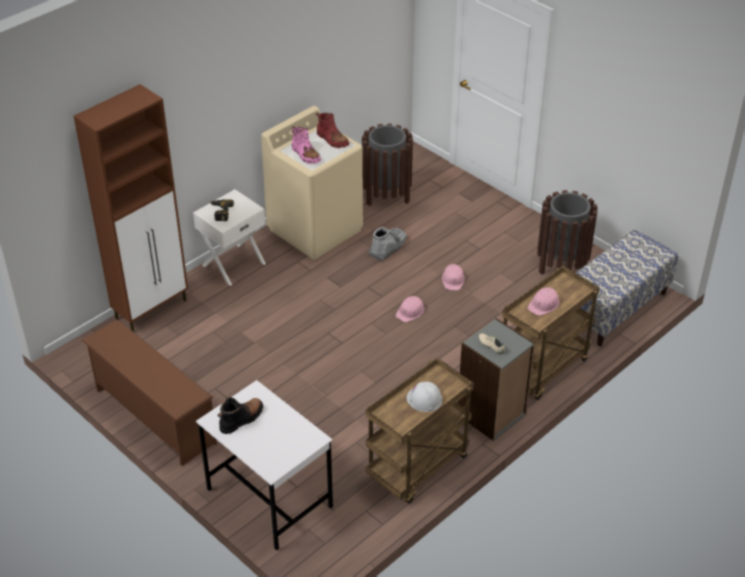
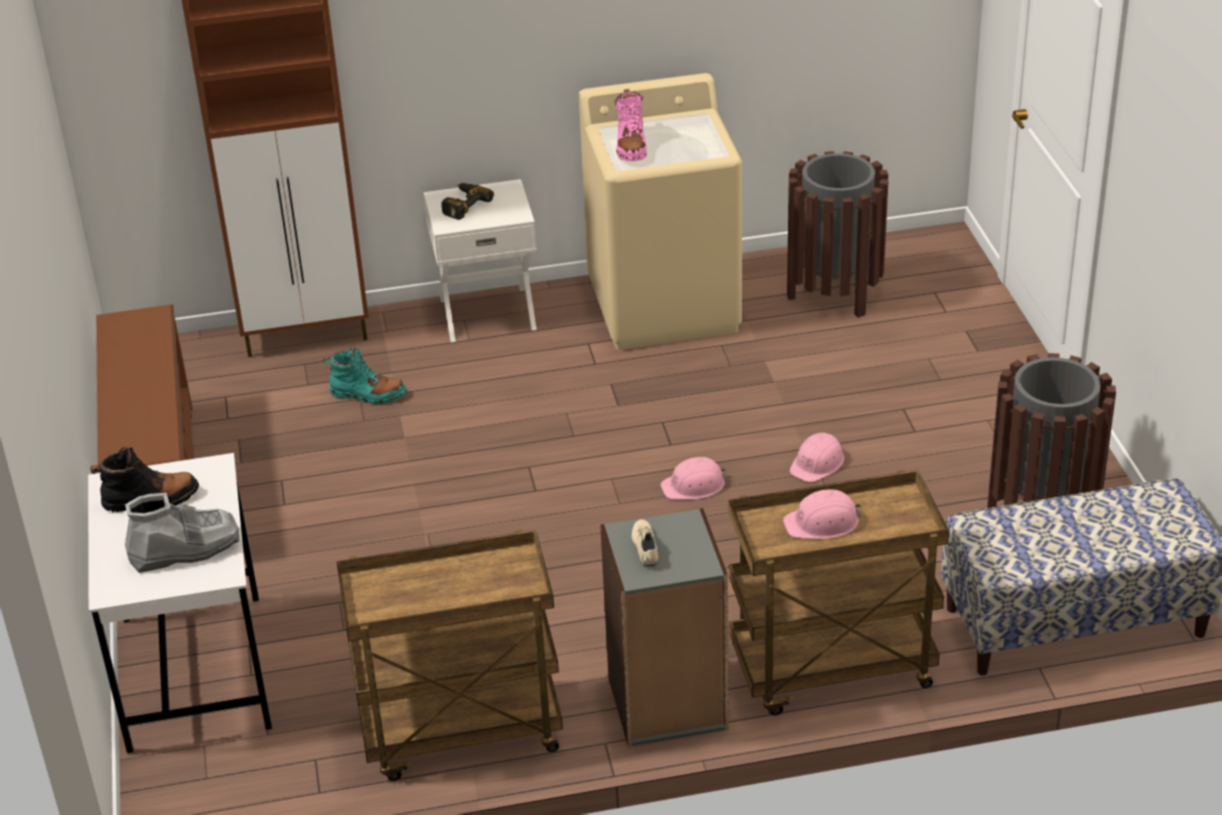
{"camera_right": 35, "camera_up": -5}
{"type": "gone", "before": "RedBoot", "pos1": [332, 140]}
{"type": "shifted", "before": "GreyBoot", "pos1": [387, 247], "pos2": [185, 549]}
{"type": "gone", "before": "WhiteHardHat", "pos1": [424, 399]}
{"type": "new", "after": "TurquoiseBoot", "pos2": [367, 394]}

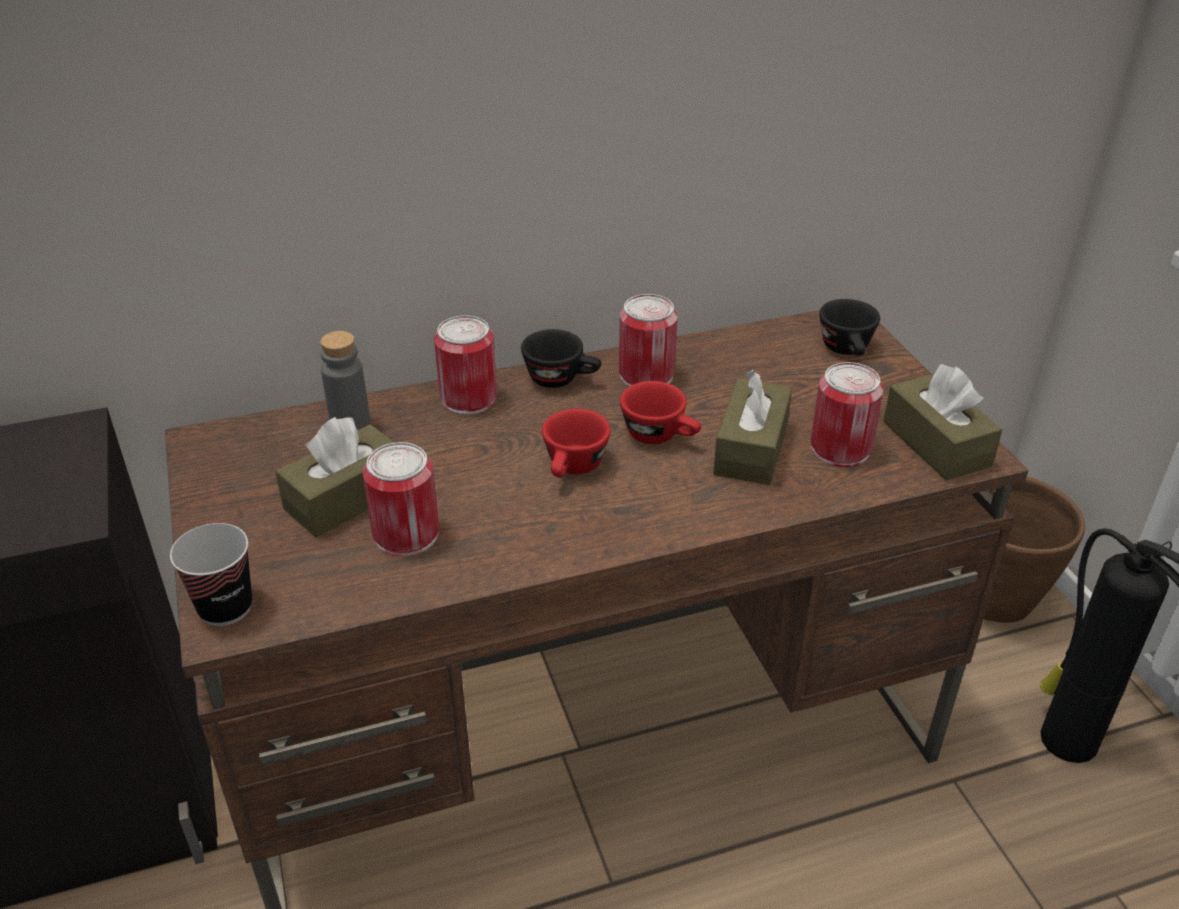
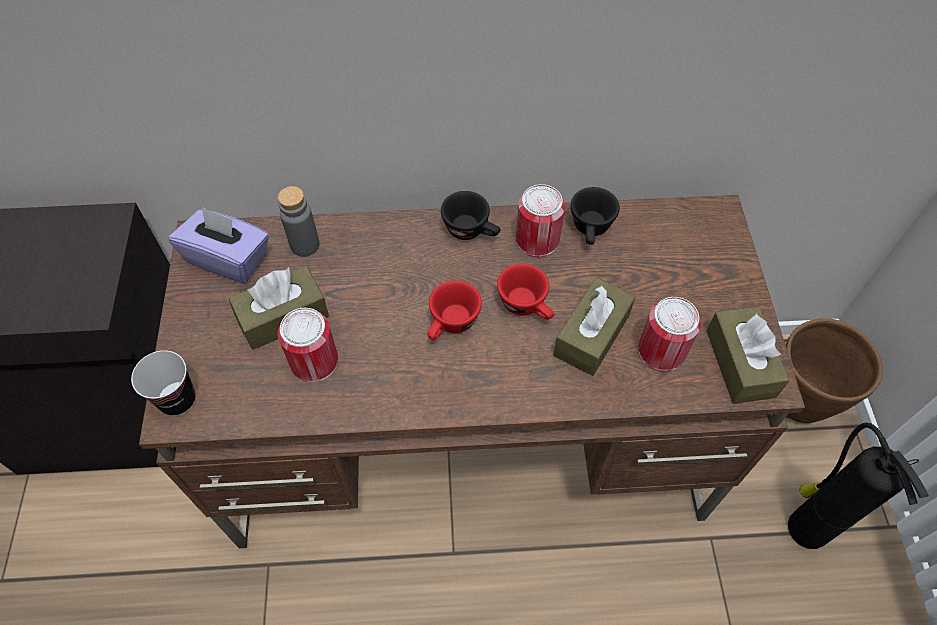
{"camera_right": 15, "camera_up": 20}
{"type": "gone", "before": "Can", "pos1": [468, 398]}
{"type": "shifted", "before": "BlackCup", "pos1": [848, 351], "pos2": [591, 230]}
{"type": "new", "after": "PurpleTissueBox", "pos2": [229, 259]}

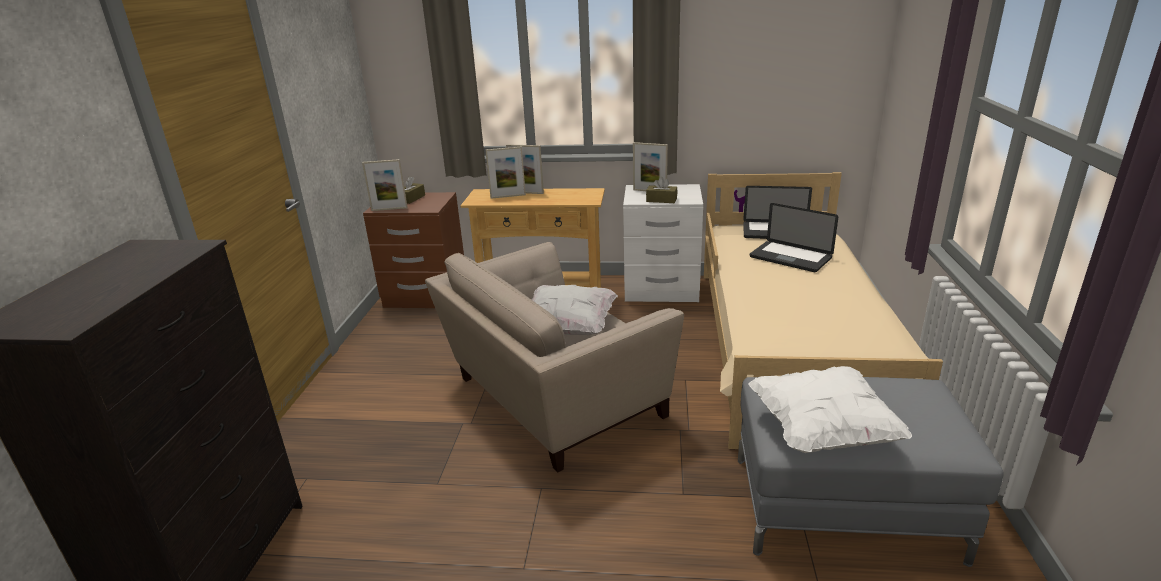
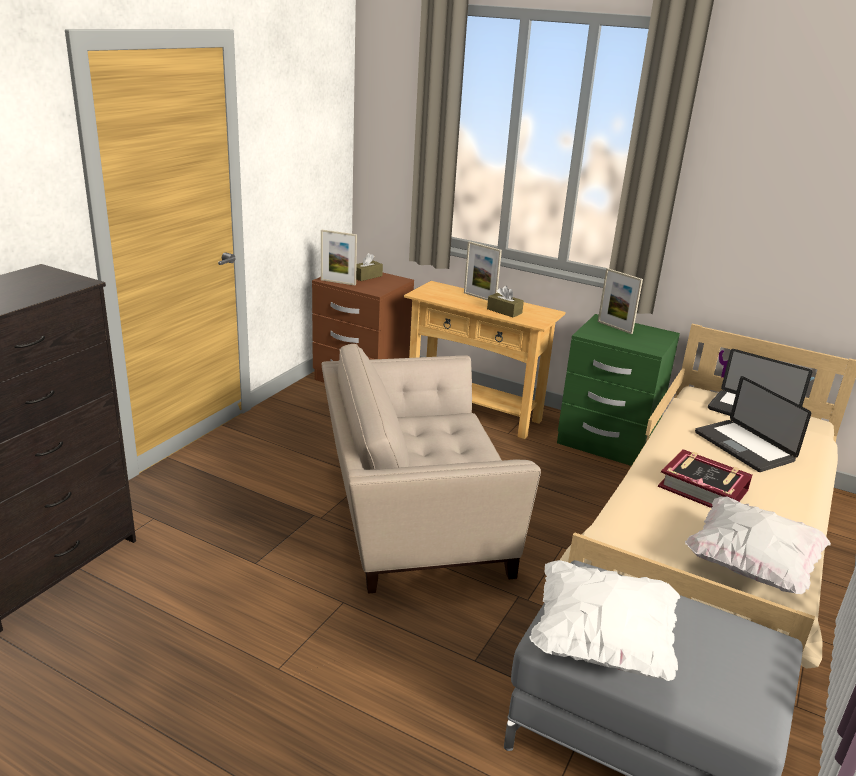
{"camera_right": 20, "camera_up": 0}
{"type": "gone", "before": "PictureFrame", "pos1": [508, 196]}
{"type": "shifted", "before": "WhitePillow", "pos1": [568, 328], "pos2": [750, 566]}
{"type": "repainted", "before": "WhiteNightstand", "after": "GreenNightstand", "pos1": [661, 290], "pos2": [606, 442]}
{"type": "shifted", "before": "BrownTissueBox", "pos1": [661, 200], "pos2": [504, 311]}
{"type": "new", "after": "Book", "pos2": [703, 488]}

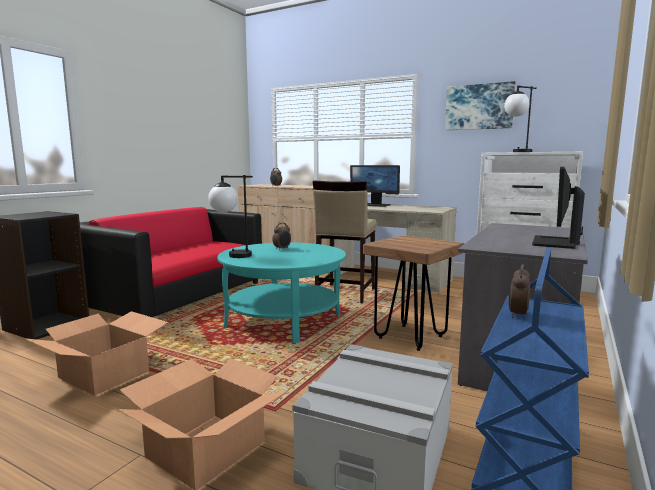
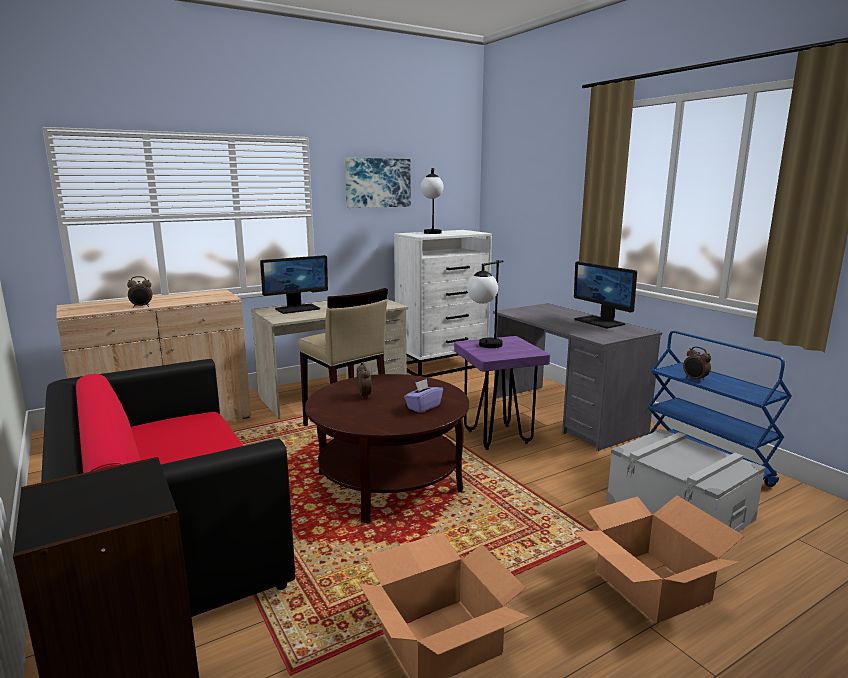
{"camera_right": -60, "camera_up": 5}
{"type": "shifted", "before": "TableLamp", "pos1": [231, 255], "pos2": [485, 347]}
{"type": "repainted", "before": "TurquoiseCoffeeTable", "after": "BrownCoffeeTable", "pos1": [283, 321], "pos2": [389, 482]}
{"type": "repainted", "before": "BrownStool", "after": "PurpleStool", "pos1": [410, 337], "pos2": [497, 437]}
{"type": "new", "after": "PurpleTissueBox", "pos2": [423, 407]}

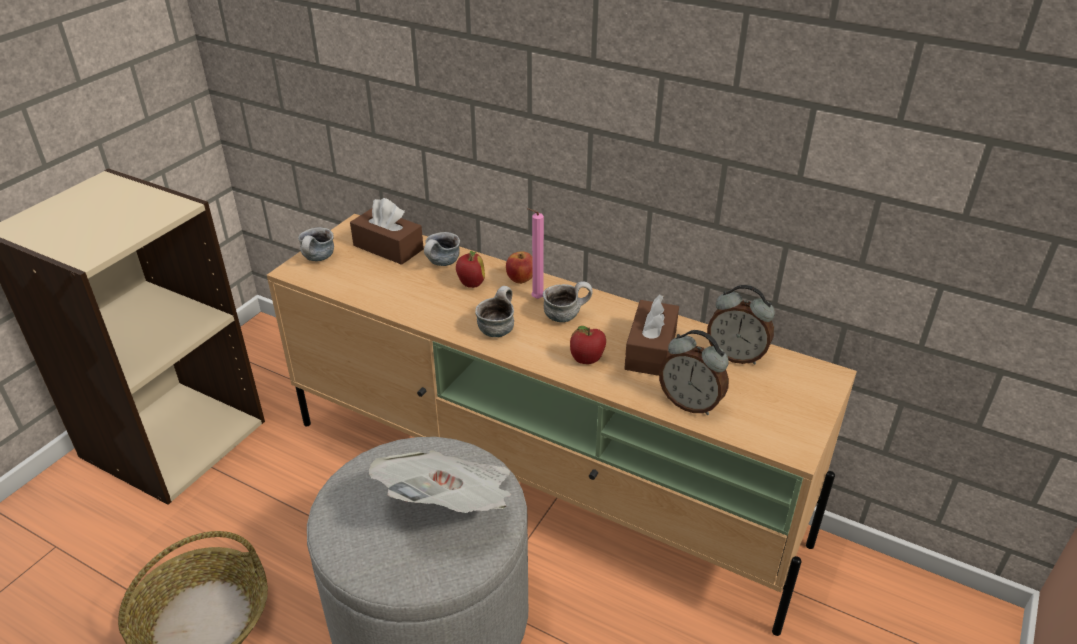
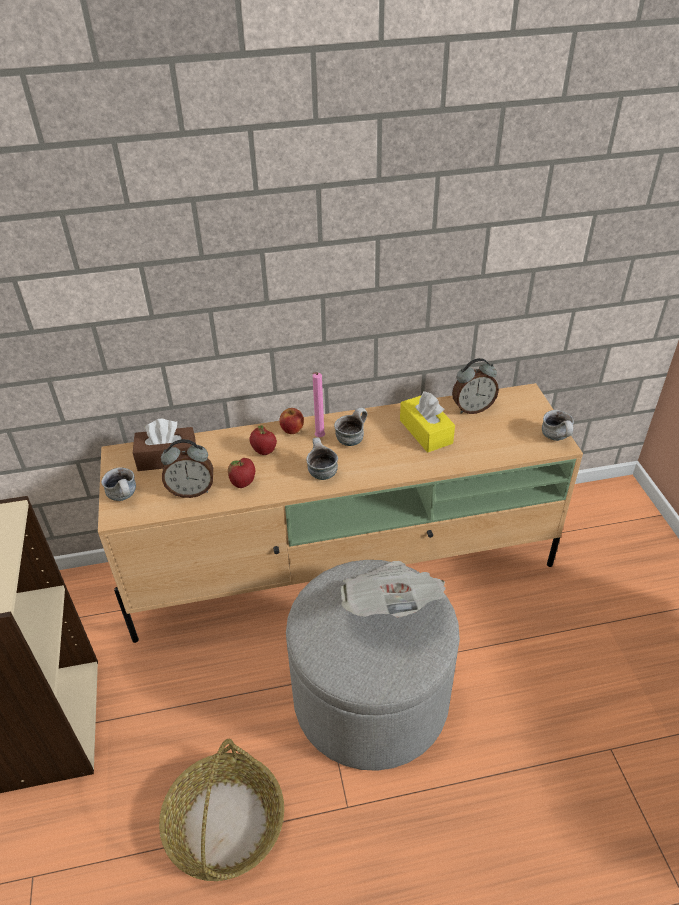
{"camera_right": -40, "camera_up": 5}
{"type": "shifted", "before": "Mug", "pos1": [442, 264], "pos2": [557, 438]}
{"type": "shifted", "before": "Apple", "pos1": [587, 361], "pos2": [243, 484]}
{"type": "repainted", "before": "BrownTissueBox", "after": "YellowTissueBox", "pos1": [650, 350], "pos2": [425, 432]}
{"type": "shifted", "before": "AlarmClock", "pos1": [690, 403], "pos2": [191, 491]}

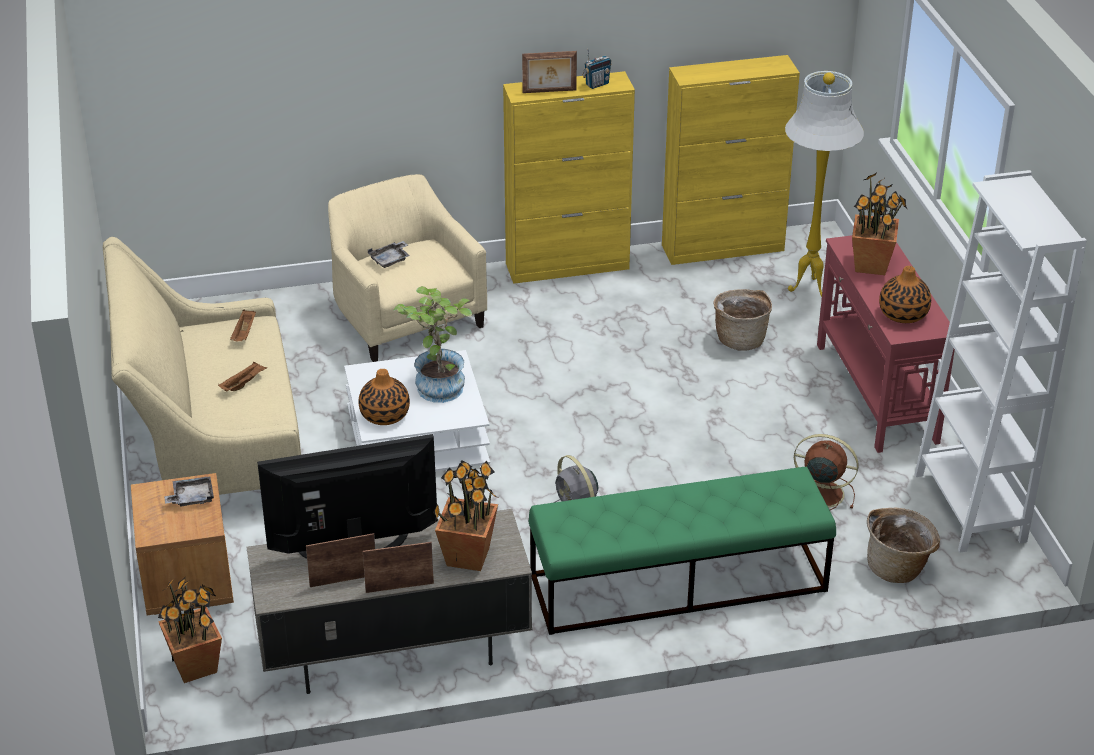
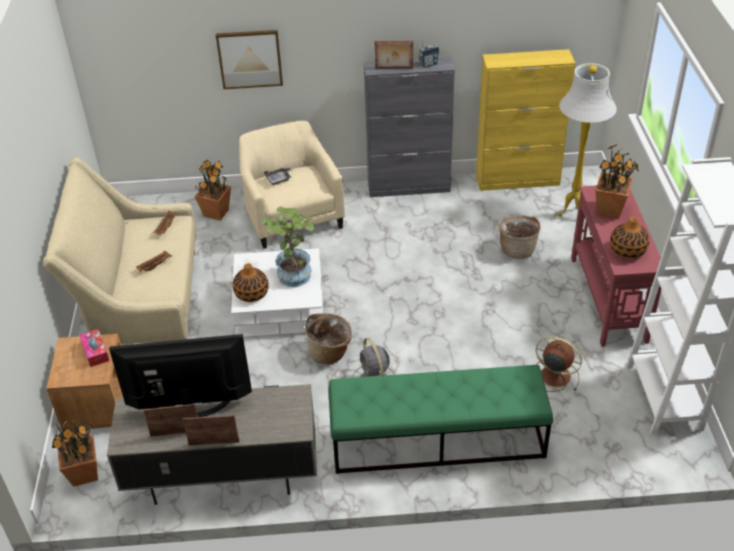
{"camera_right": 10, "camera_up": 5}
{"type": "swapped", "before": "GreyTray", "after": "TissueBox", "pos1": [191, 497], "pos2": [95, 352]}
{"type": "shifted", "before": "PottedPlant", "pos1": [467, 556], "pos2": [216, 212]}
{"type": "repainted", "before": "YellowCabinet", "after": "GreyCabinet", "pos1": [568, 266], "pos2": [409, 187]}
{"type": "shifted", "before": "Basket", "pos1": [898, 567], "pos2": [330, 353]}
{"type": "new", "after": "Picture", "pos2": [250, 59]}

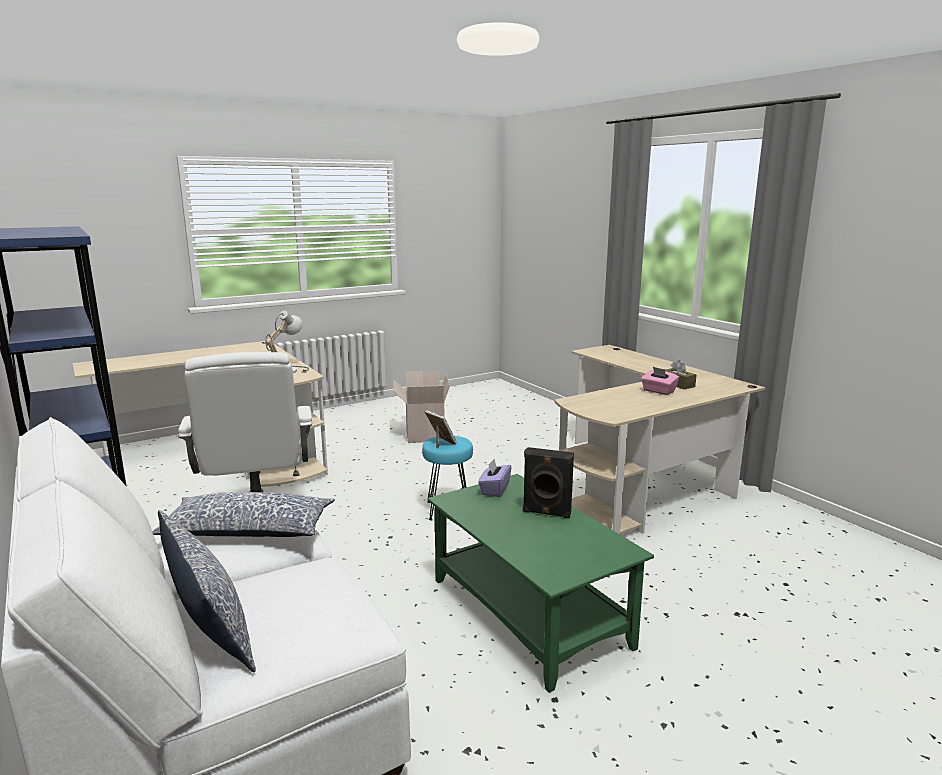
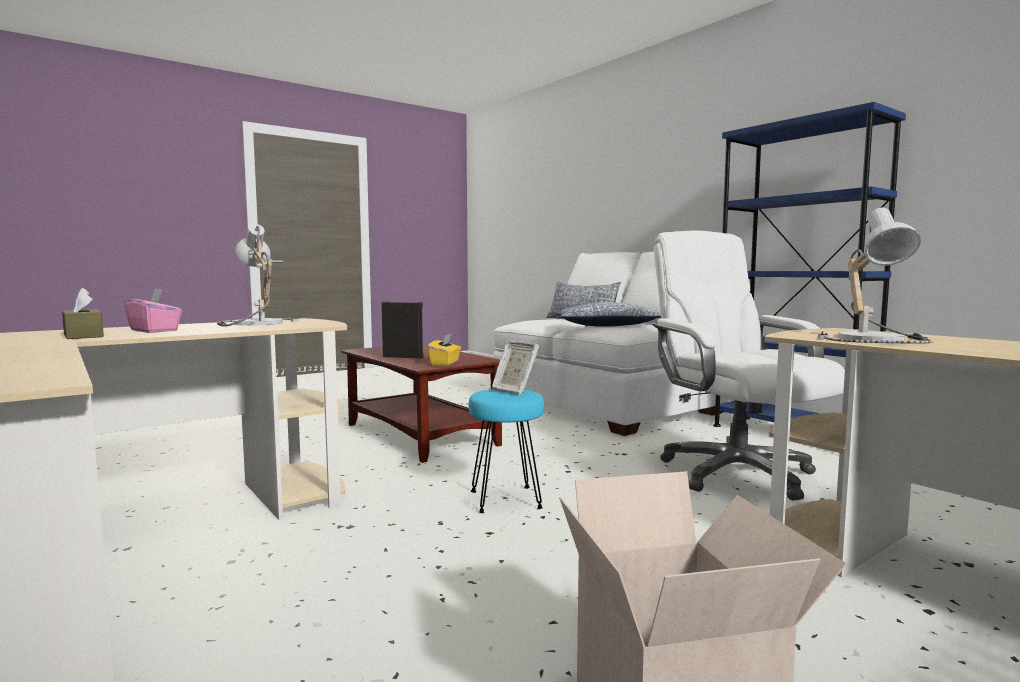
{"camera_right": 175, "camera_up": -10}
{"type": "repainted", "before": "GreenCoffeeTable", "after": "BrownCoffeeTable", "pos1": [527, 611], "pos2": [421, 435]}
{"type": "repainted", "before": "PurpleTissueBox", "after": "YellowTissueBox", "pos1": [494, 490], "pos2": [445, 363]}
{"type": "new", "after": "TableLamp", "pos2": [253, 323]}

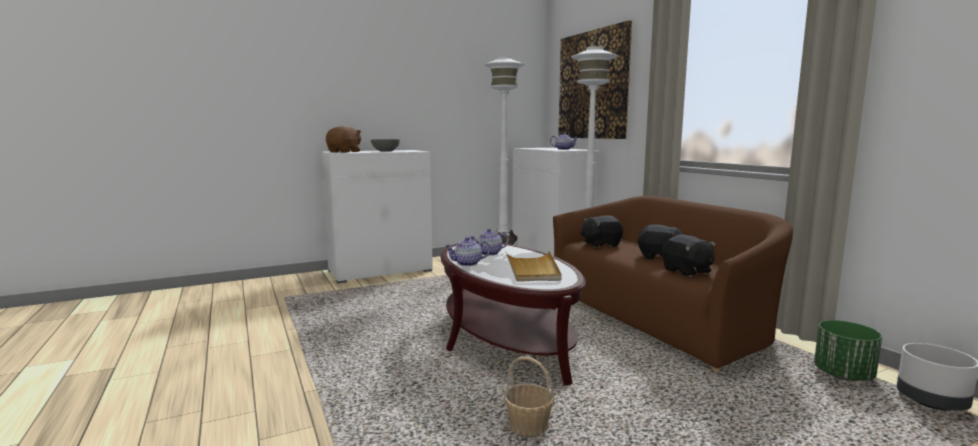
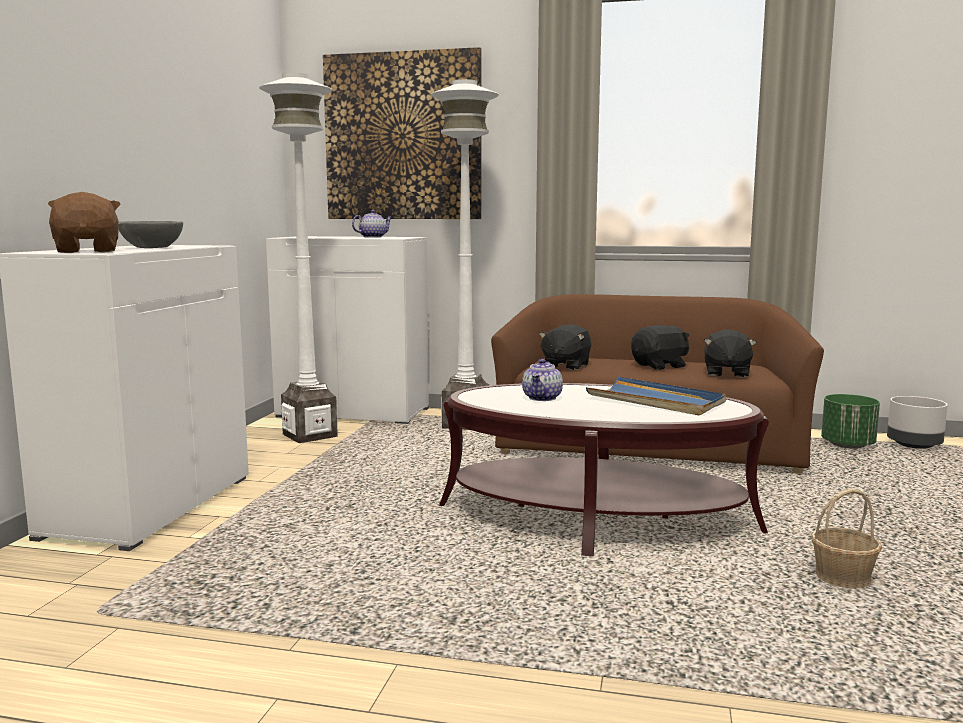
{"camera_right": -50, "camera_up": 0}
{"type": "gone", "before": "Teapot", "pos1": [467, 263]}
{"type": "repainted", "before": "BeigeTray", "after": "BlueTray", "pos1": [532, 269], "pos2": [656, 401]}
{"type": "rotated", "before": "BlackPlushToy", "pos1": [687, 271], "pos2": [726, 373], "turn": 90}

